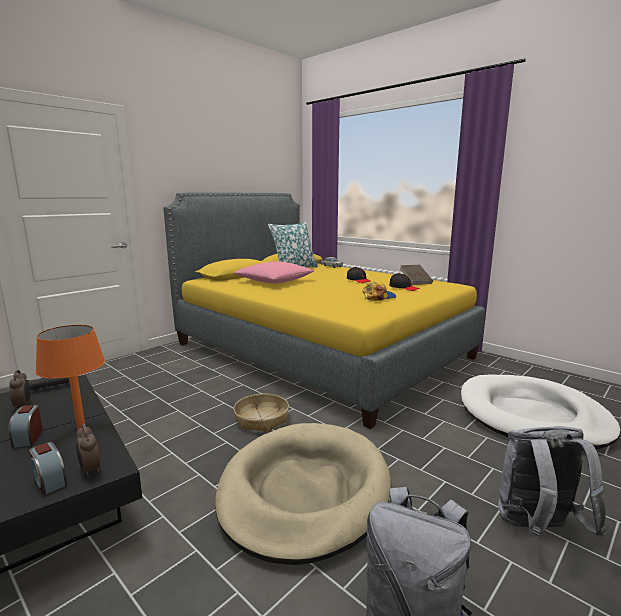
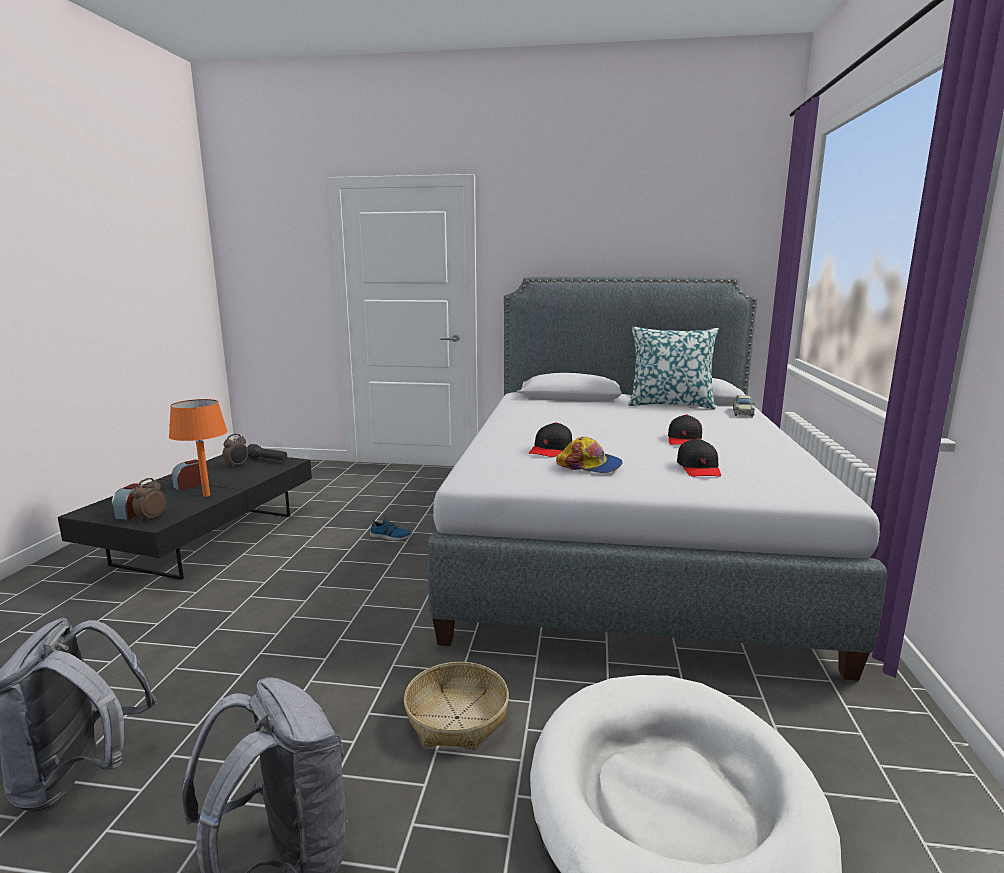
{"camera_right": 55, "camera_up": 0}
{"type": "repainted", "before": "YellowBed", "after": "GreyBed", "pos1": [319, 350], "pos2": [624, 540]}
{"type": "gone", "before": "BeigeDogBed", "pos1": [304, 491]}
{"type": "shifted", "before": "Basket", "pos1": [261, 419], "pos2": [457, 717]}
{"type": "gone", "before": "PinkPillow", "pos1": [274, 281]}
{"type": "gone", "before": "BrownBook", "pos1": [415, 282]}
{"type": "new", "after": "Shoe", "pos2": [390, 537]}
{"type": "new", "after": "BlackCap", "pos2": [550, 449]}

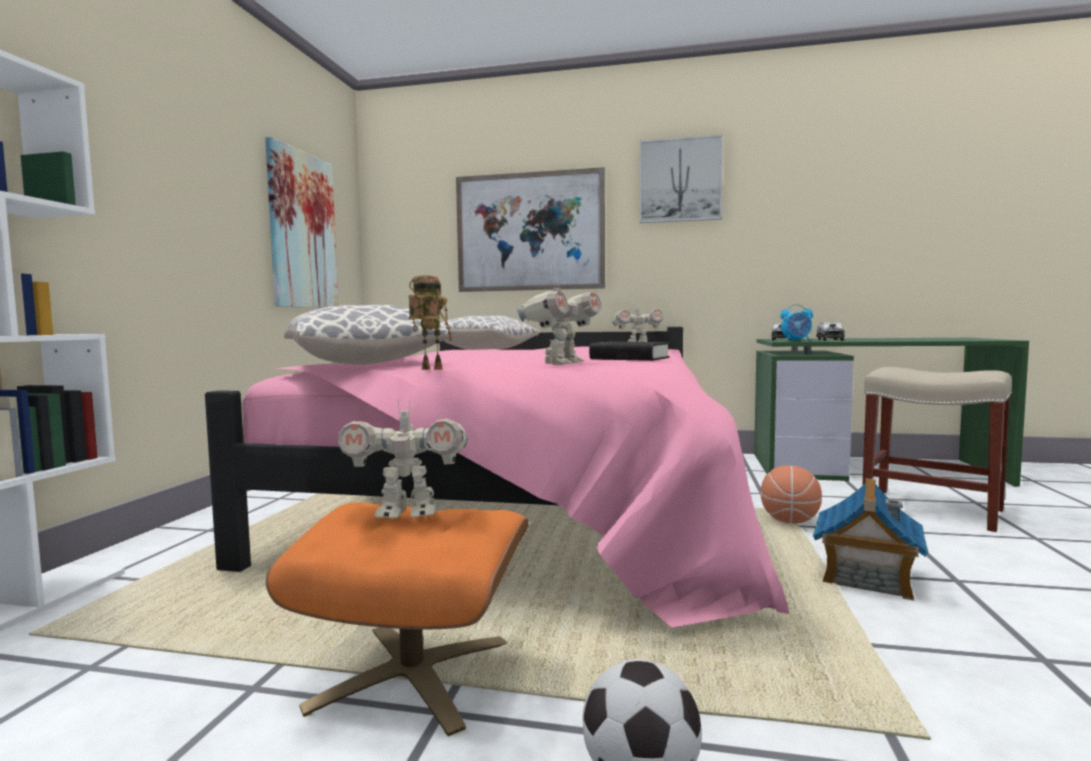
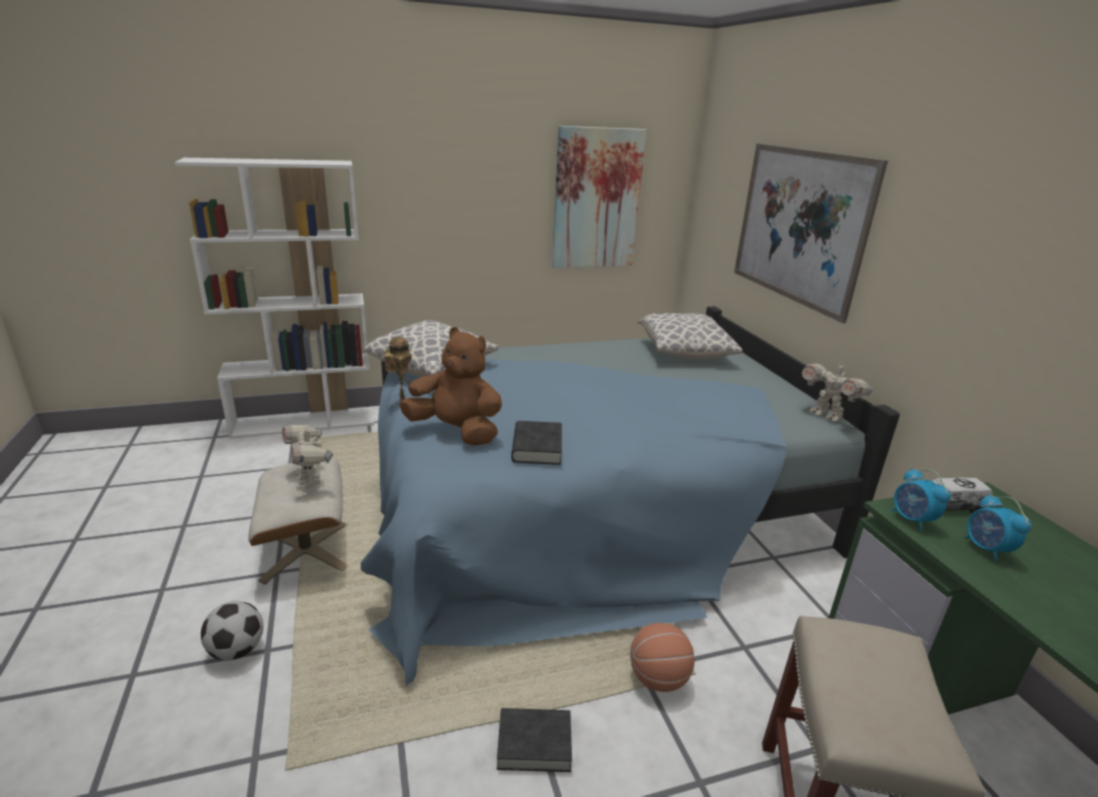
{"camera_right": 60, "camera_up": 20}
{"type": "repainted", "before": "PinkBed", "after": "BlueBed", "pos1": [531, 498], "pos2": [590, 505]}
{"type": "repainted", "before": "OrangeOttoman", "after": "BeigeOttoman", "pos1": [413, 673], "pos2": [306, 551]}
{"type": "swapped", "before": "ToyRobot", "after": "BrownPlushToy", "pos1": [561, 364], "pos2": [456, 431]}
{"type": "gone", "before": "Picture", "pos1": [680, 180]}
{"type": "swapped", "before": "ToyHouse", "after": "BlackBook", "pos1": [866, 577], "pos2": [534, 743]}
{"type": "swapped", "before": "ToyTruck", "after": "AlarmClock", "pos1": [829, 340], "pos2": [986, 549]}

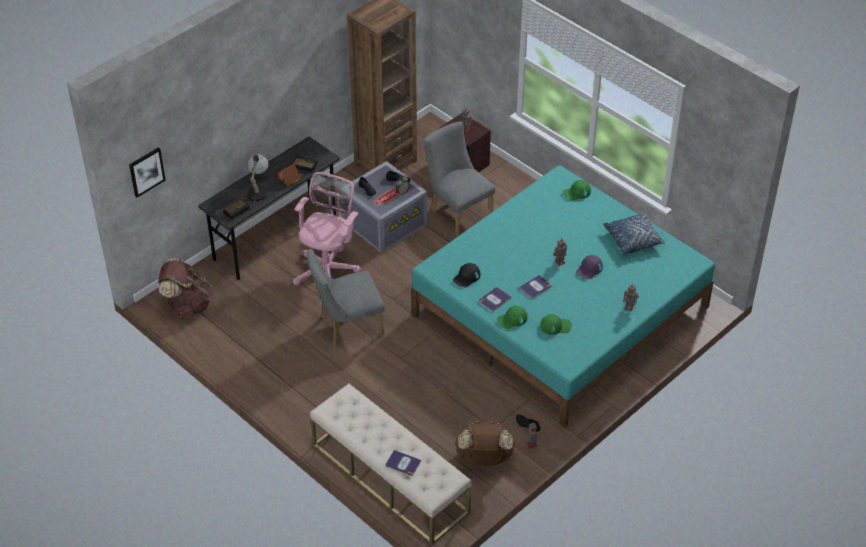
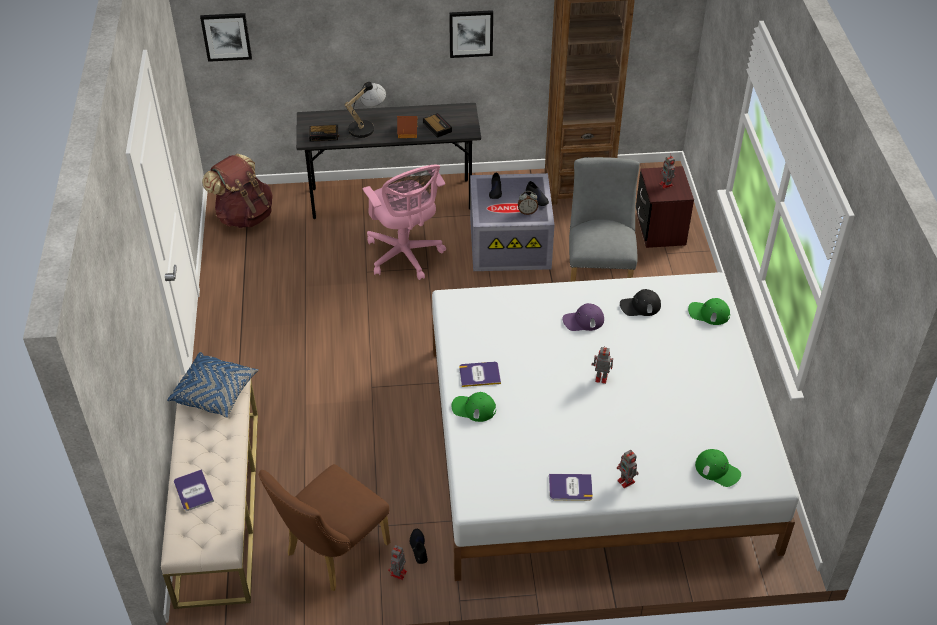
{"camera_right": 40, "camera_up": 0}
{"type": "rotated", "before": "PinkOfficeChair", "pos1": [328, 268], "pos2": [405, 256], "turn": 90}
{"type": "gone", "before": "GreyChair", "pos1": [347, 326]}
{"type": "repainted", "before": "TurquoiseBed", "after": "WhiteBed", "pos1": [560, 311], "pos2": [595, 445]}
{"type": "shifted", "before": "BlackCap", "pos1": [466, 277], "pos2": [640, 306]}
{"type": "swapped", "before": "BrownBackpack", "after": "BrownChair", "pos1": [484, 458], "pos2": [331, 553]}
{"type": "shifted", "before": "Book", "pos1": [535, 287], "pos2": [570, 487]}
{"type": "shifted", "before": "GreenCap", "pos1": [555, 326], "pos2": [717, 470]}
{"type": "shifted", "before": "PurpleCap", "pos1": [589, 269], "pos2": [583, 320]}
{"type": "shifted", "before": "BluePillow", "pos1": [633, 239], "pos2": [215, 393]}
{"type": "new", "after": "Picture", "pos2": [471, 33]}

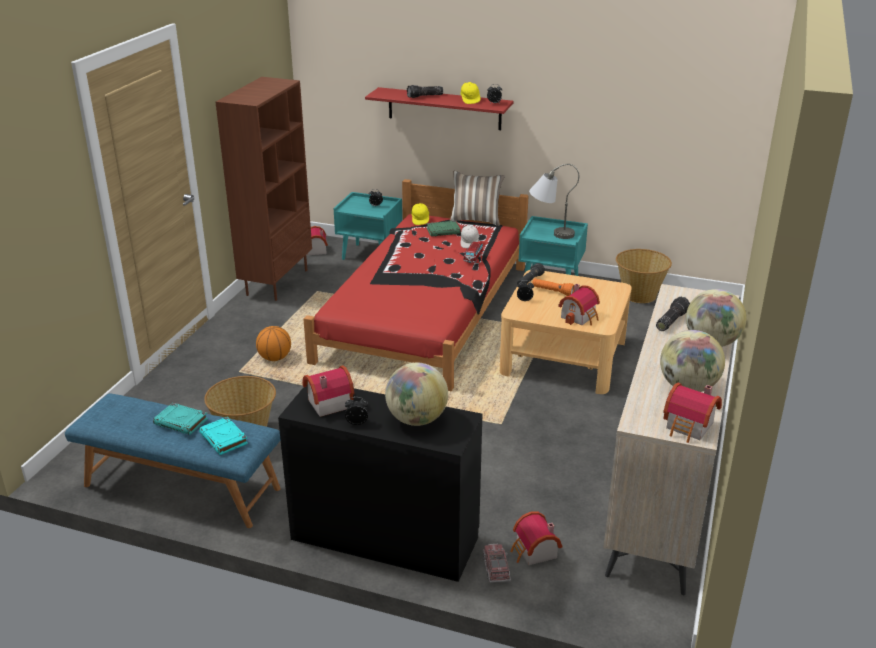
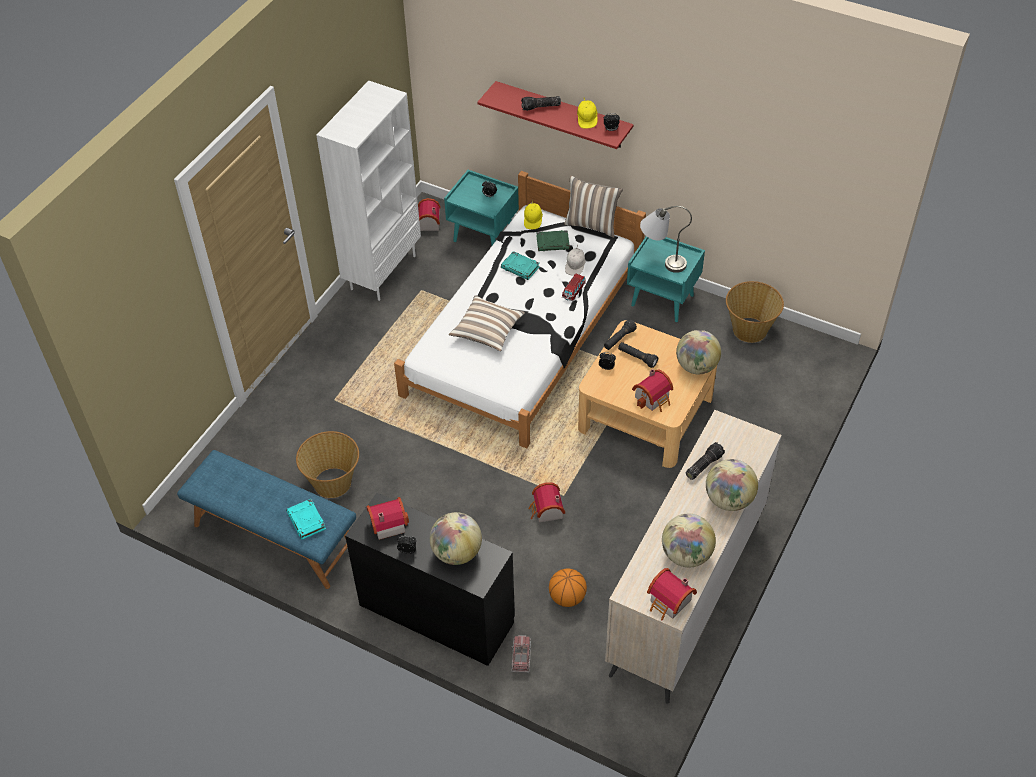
{"camera_right": 10, "camera_up": 20}
{"type": "shifted", "before": "TurquoiseBook", "pos1": [182, 422], "pos2": [520, 268]}
{"type": "repainted", "before": "BrownBookcase", "after": "WhiteBookcase", "pos1": [276, 282], "pos2": [382, 271]}
{"type": "shifted", "before": "Basketball", "pos1": [275, 358], "pos2": [567, 597]}
{"type": "repainted", "before": "RedBed", "after": "WhiteBed", "pos1": [425, 312], "pos2": [524, 333]}
{"type": "shifted", "before": "ToyHouse", "pos1": [534, 552], "pos2": [546, 511]}
{"type": "repainted", "before": "OrangeFlashlight", "after": "BlackFlashlight", "pos1": [552, 292], "pos2": [637, 358]}
{"type": "new", "after": "Pillow", "pos2": [487, 331]}
{"type": "new", "after": "Globe", "pos2": [696, 366]}

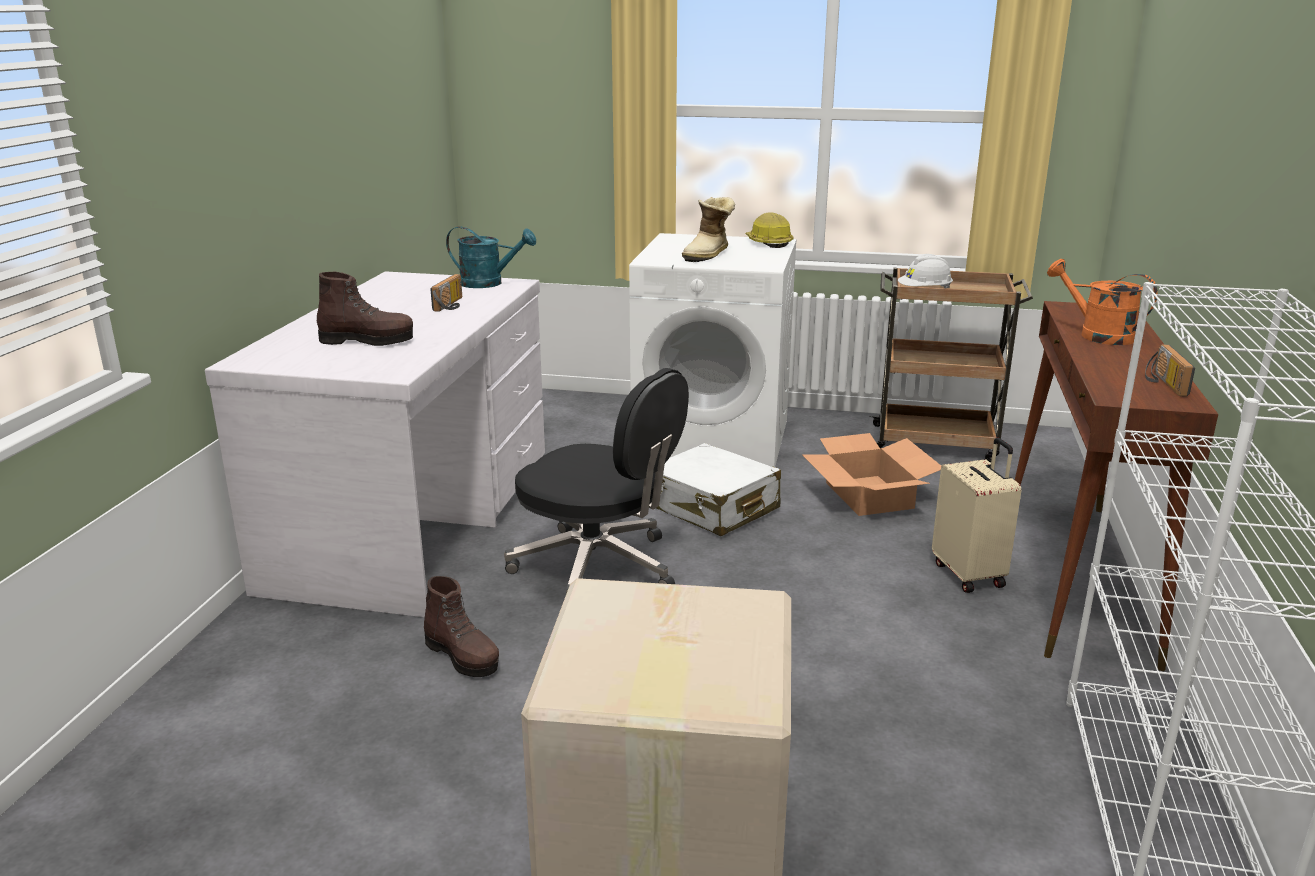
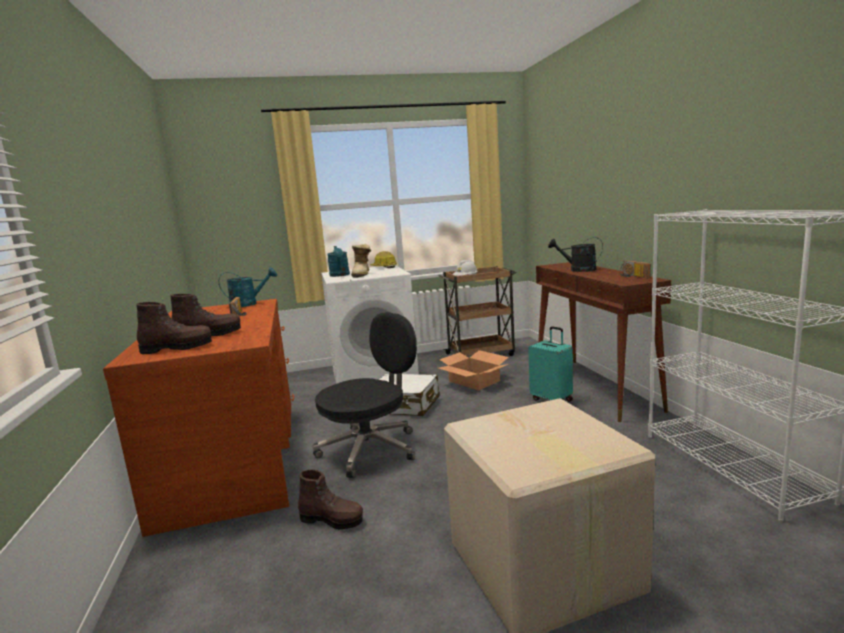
{"camera_right": -25, "camera_up": -10}
{"type": "repainted", "before": "WhiteDesk", "after": "BrownDesk", "pos1": [416, 521], "pos2": [234, 458]}
{"type": "rotated", "before": "BlackOfficeChair", "pos1": [599, 568], "pos2": [371, 449], "turn": -45}
{"type": "repainted", "before": "BeigeSuitcase", "after": "TurquoiseSuitcase", "pos1": [970, 574], "pos2": [552, 399]}
{"type": "repainted", "before": "OrangeWateringCan", "after": "BlackWateringCan", "pos1": [1097, 335], "pos2": [578, 270]}
{"type": "new", "after": "BrownBoot", "pos2": [177, 348]}
{"type": "new", "after": "TurquoiseWateringCan", "pos2": [340, 275]}

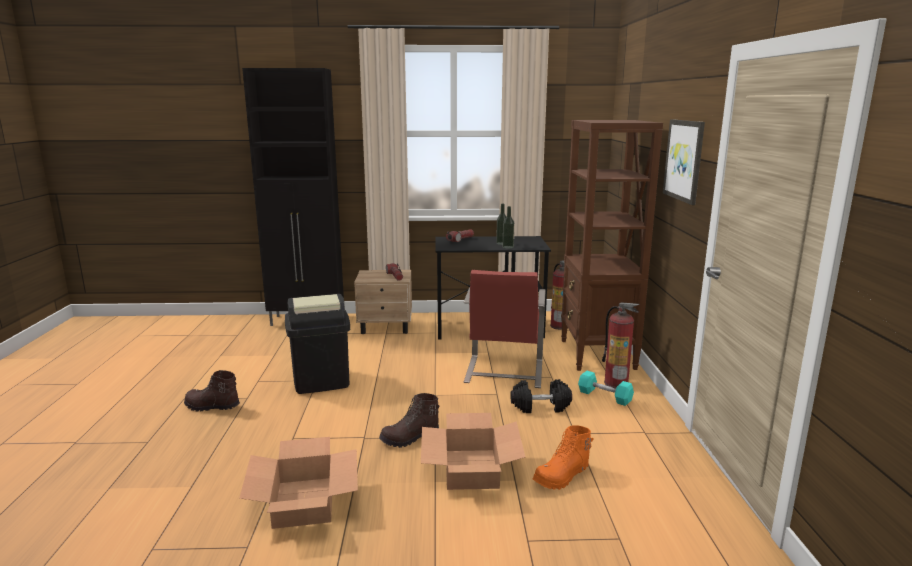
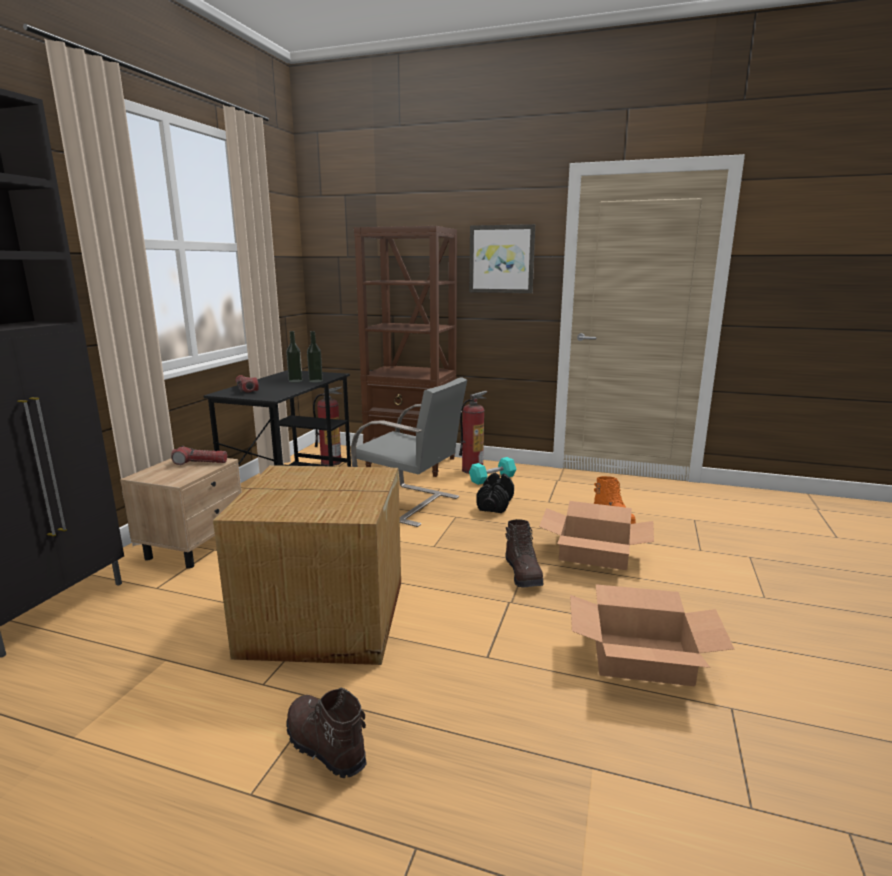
{"camera_right": -70, "camera_up": 0}
{"type": "rotated", "before": "BrownBoot", "pos1": [211, 407], "pos2": [324, 747], "turn": 105}
{"type": "swapped", "before": "BlackTrashCan", "after": "CardboardBox", "pos1": [321, 381], "pos2": [326, 618]}
{"type": "repainted", "before": "RedChair", "after": "GreyChair", "pos1": [503, 372], "pos2": [411, 505]}

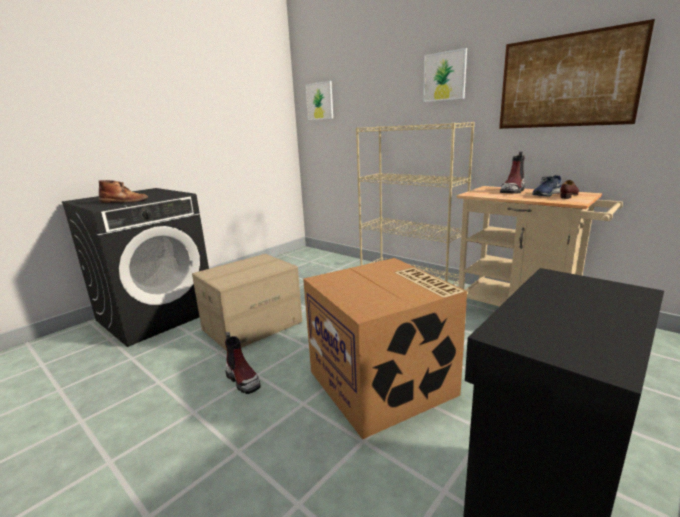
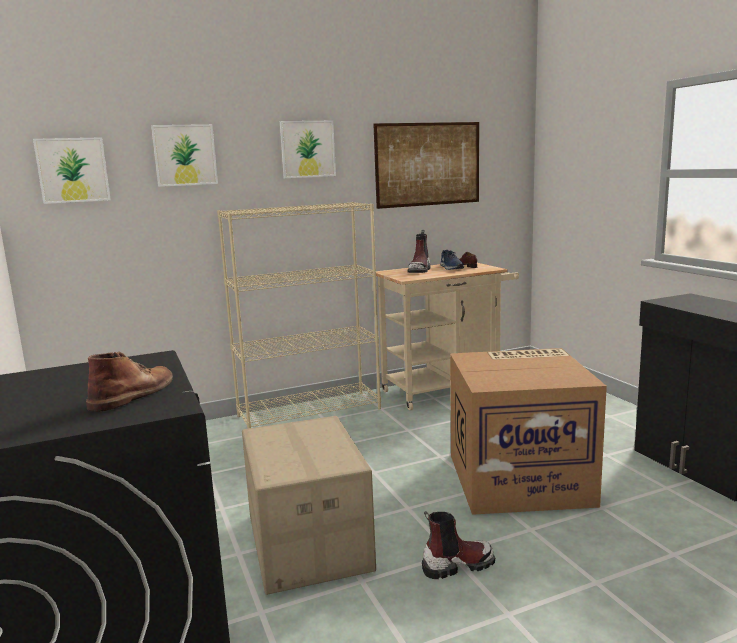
{"camera_right": -65, "camera_up": -5}
{"type": "rotated", "before": "Boot", "pos1": [512, 191], "pos2": [419, 270], "turn": 45}
{"type": "new", "after": "Picture", "pos2": [185, 155]}

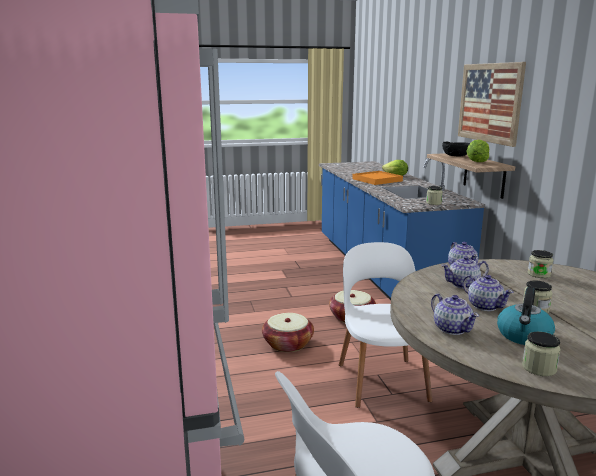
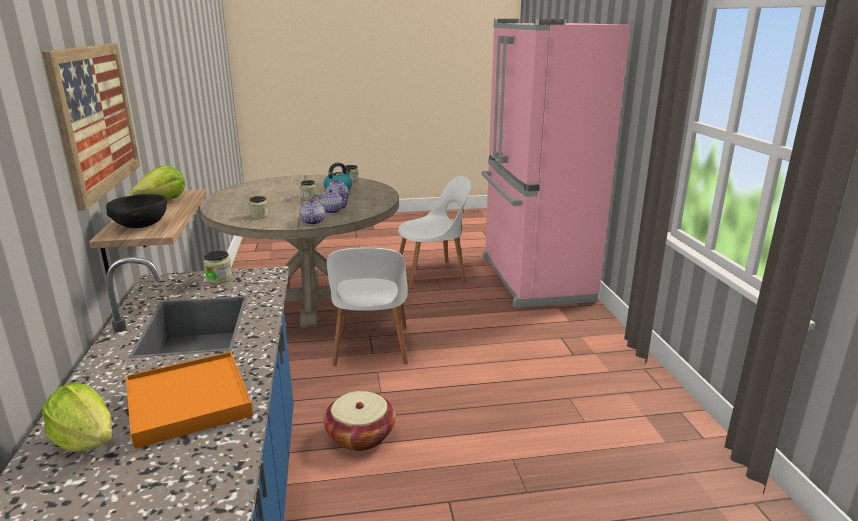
{"camera_right": -175, "camera_up": 5}
{"type": "gone", "before": "Basket", "pos1": [288, 344]}
{"type": "gone", "before": "Teapot", "pos1": [452, 329]}

